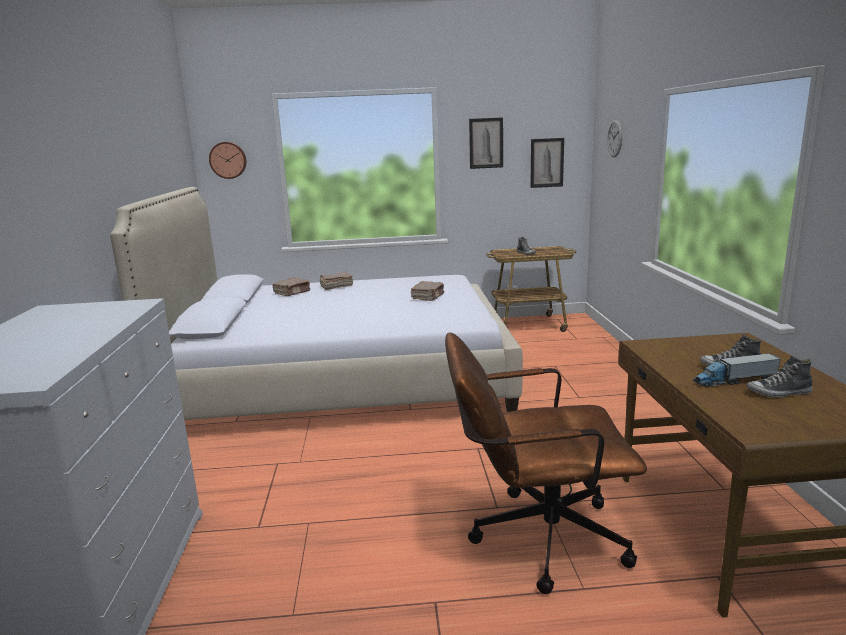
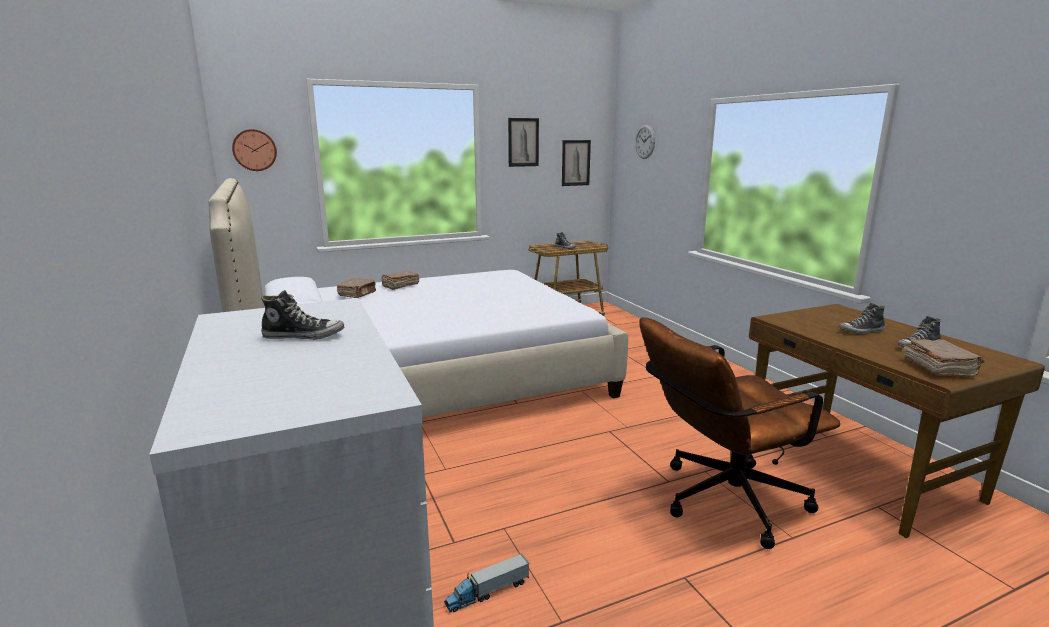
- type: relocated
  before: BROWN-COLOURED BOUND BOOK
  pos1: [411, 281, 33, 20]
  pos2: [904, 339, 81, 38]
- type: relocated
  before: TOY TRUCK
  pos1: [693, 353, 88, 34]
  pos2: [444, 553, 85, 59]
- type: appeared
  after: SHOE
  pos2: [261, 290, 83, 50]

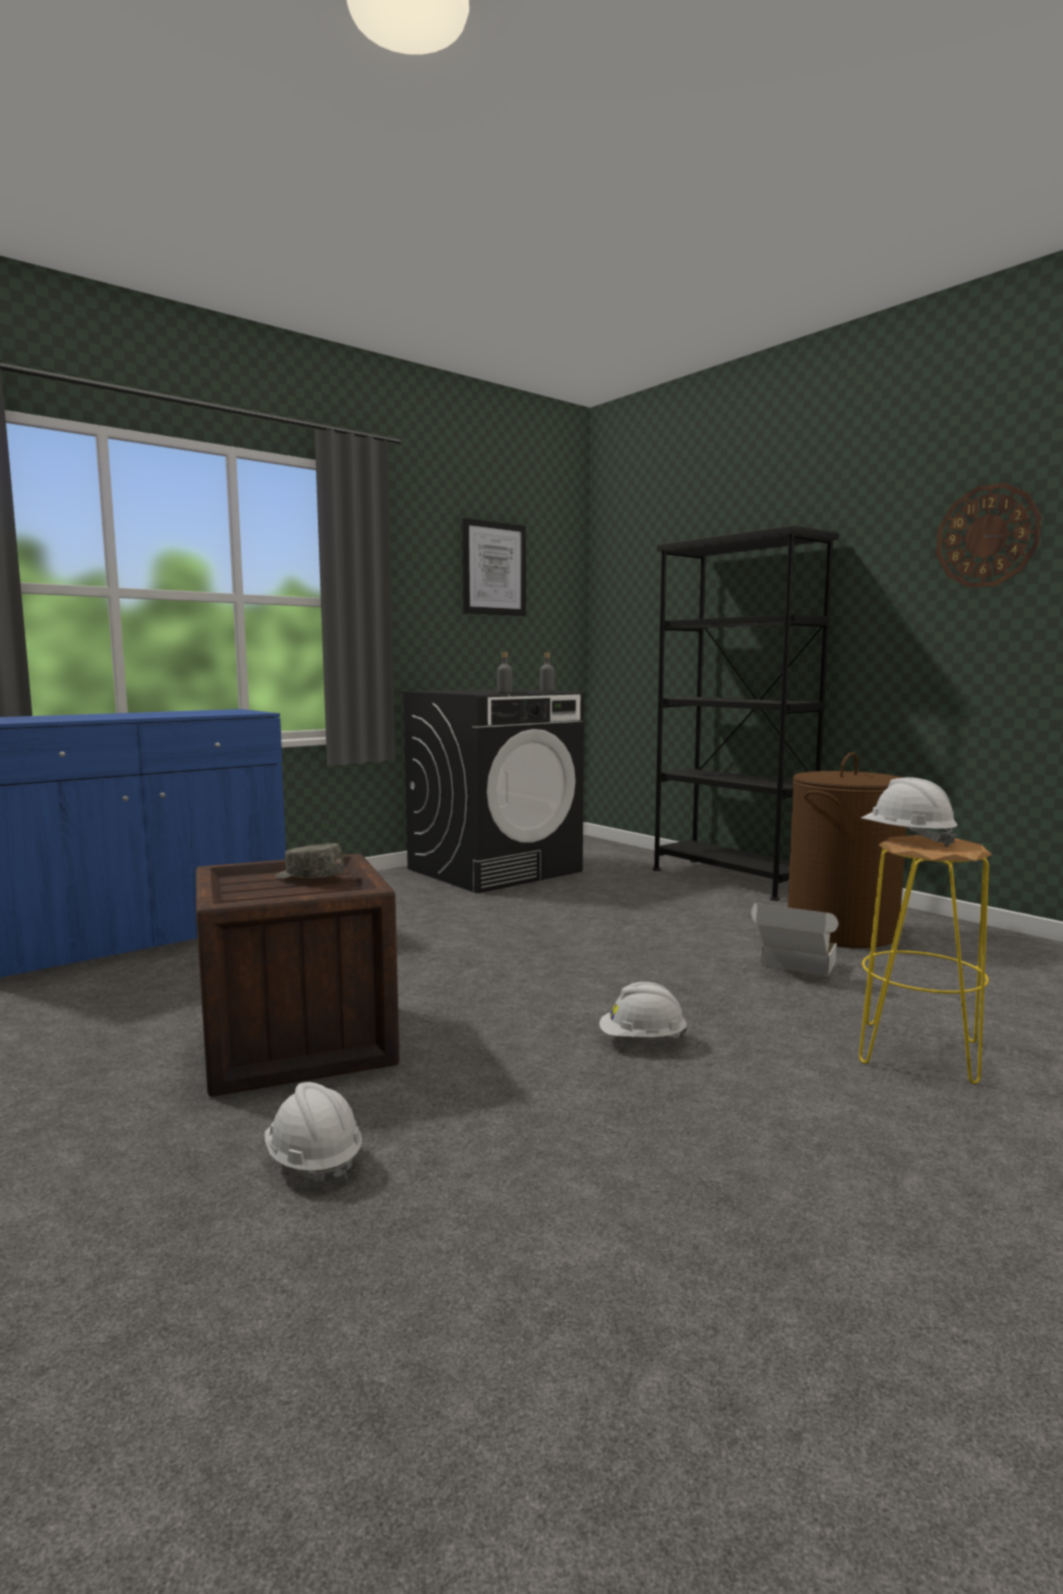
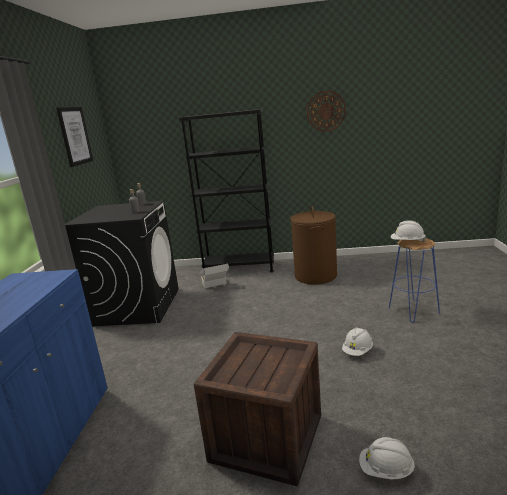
- type: colour
  before: YELLOWISH SITTING STOOL
  after: BLUISH SITTING STOOL
  pos1: [859, 835, 133, 249]
  pos2: [389, 238, 51, 84]
- type: missing
  before: GREYISH PEAKED CAP
  pos1: [275, 843, 70, 36]
- type: relocated
  before: PACKING BOX
  pos1: [751, 903, 87, 74]
  pos2: [200, 263, 29, 25]

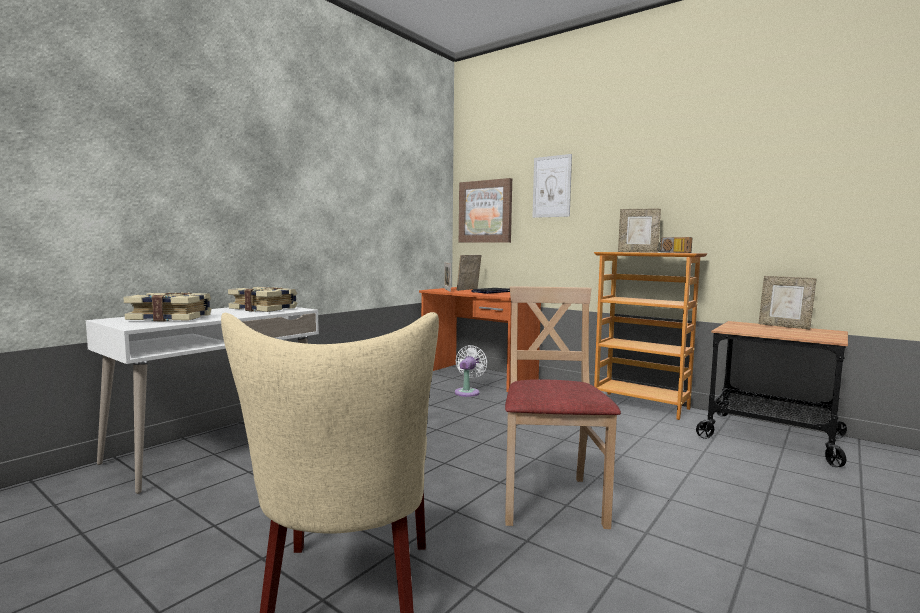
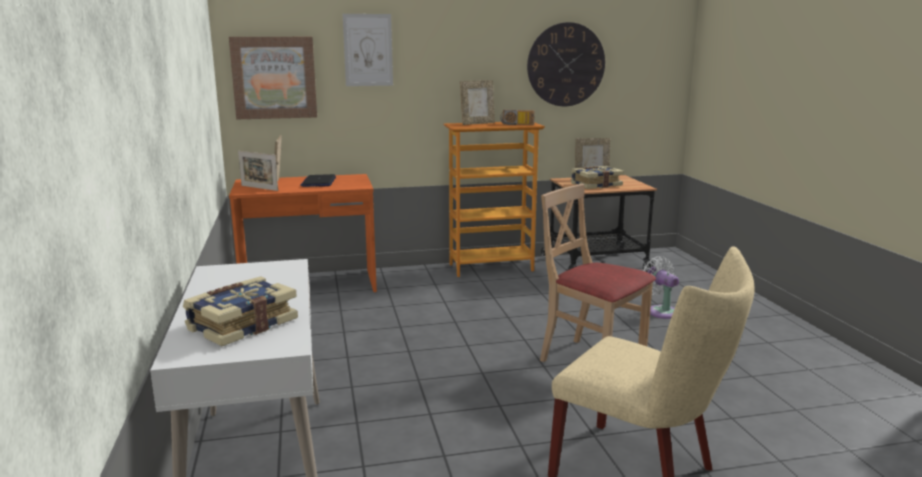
- type: relocated
  before: BOUND BOOK
  pos1: [228, 287, 69, 25]
  pos2: [571, 166, 53, 23]
- type: relocated
  before: WHITISH ELECTRIC FAN
  pos1: [455, 345, 32, 52]
  pos2: [643, 256, 36, 63]
- type: appeared
  after: HANGING CLOCK
  pos2: [527, 22, 78, 84]

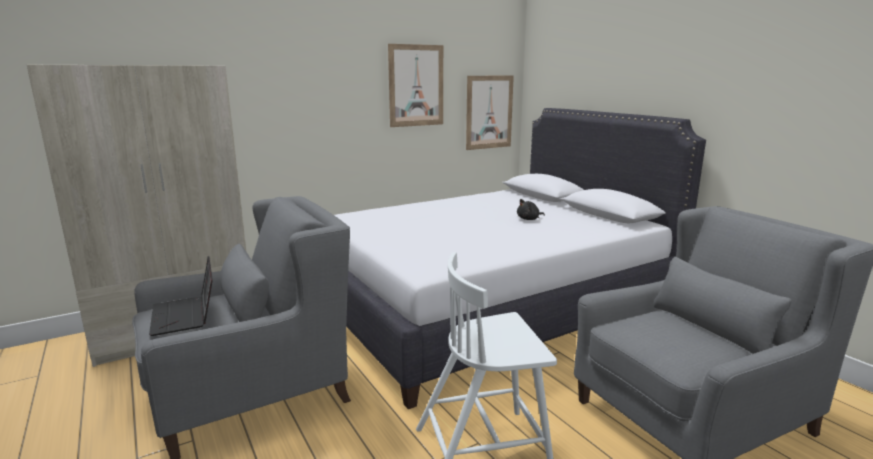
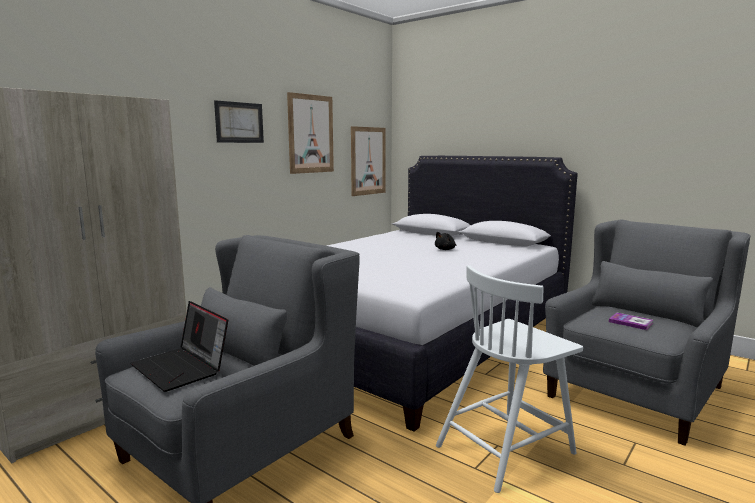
- type: appeared
  after: PICTURE
  pos2: [214, 100, 50, 43]
- type: appeared
  after: BOUND BOOK
  pos2: [609, 313, 44, 17]

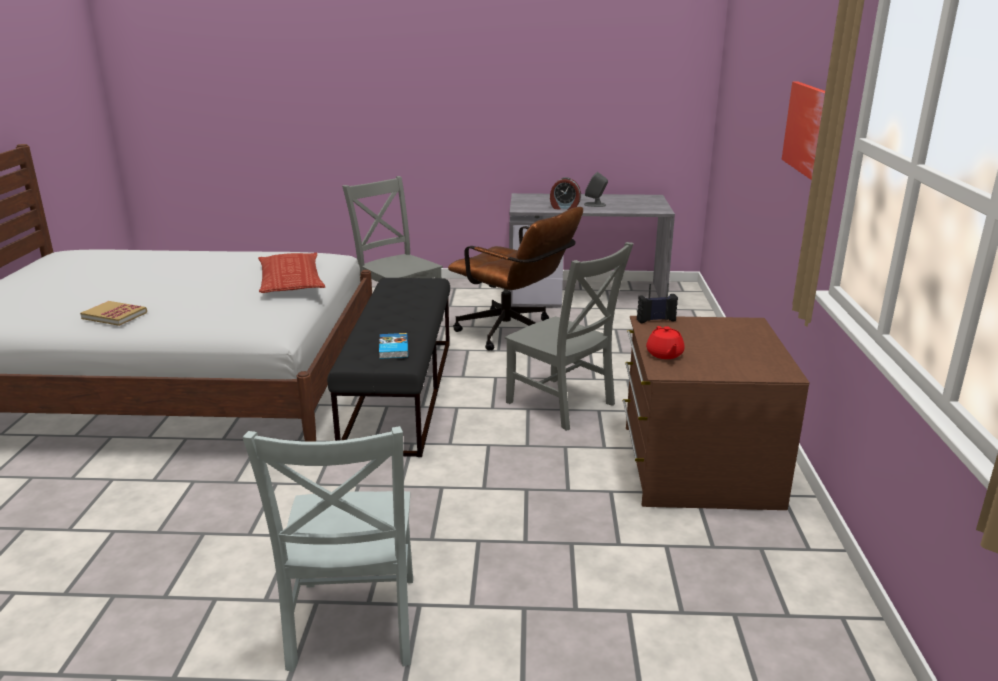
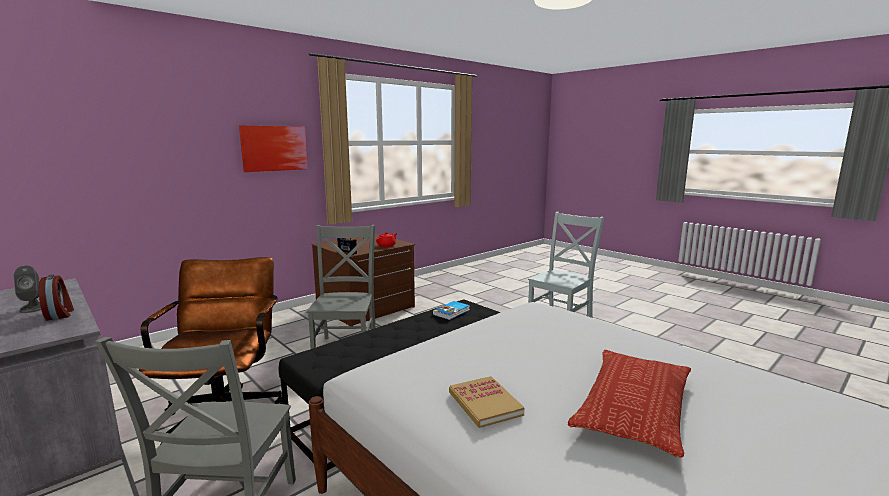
- type: relocated
  before: PILLOW
  pos1: [258, 253, 67, 40]
  pos2: [568, 350, 123, 108]
- type: relocated
  before: BOUND BOOK
  pos1: [80, 301, 67, 25]
  pos2: [449, 376, 76, 52]

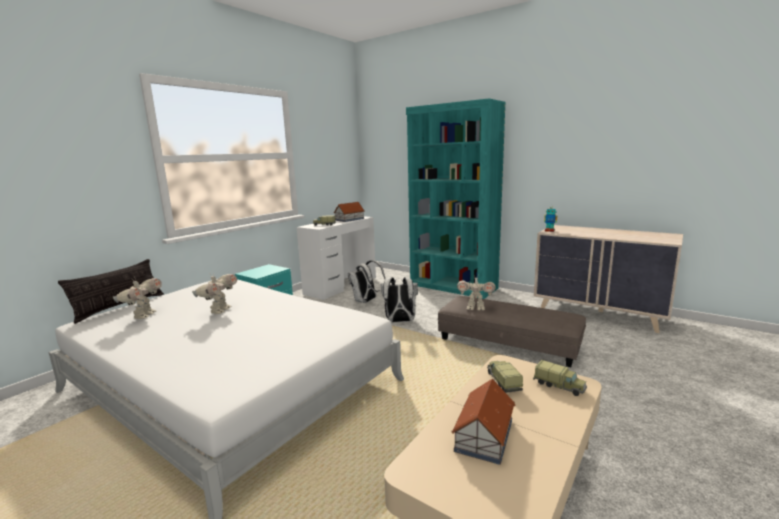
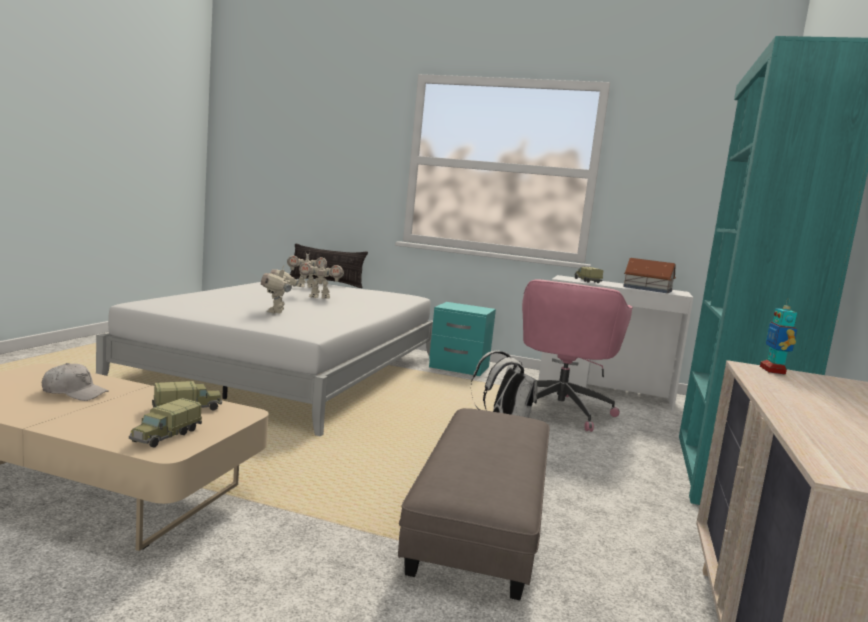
- type: exchanged
  before: WHITISH KNAPSACK
  after: PINK-COLOURED COMPUTER CHAIR
  pos1: [348, 260, 37, 43]
  pos2: [522, 279, 111, 153]
- type: relocated
  before: TOY ROBOT
  pos1: [457, 274, 38, 36]
  pos2: [261, 266, 37, 48]
- type: exchanged
  before: TOY HOUSE
  after: WHITISH PEAKED CAP
  pos1: [451, 379, 64, 86]
  pos2: [42, 363, 67, 38]

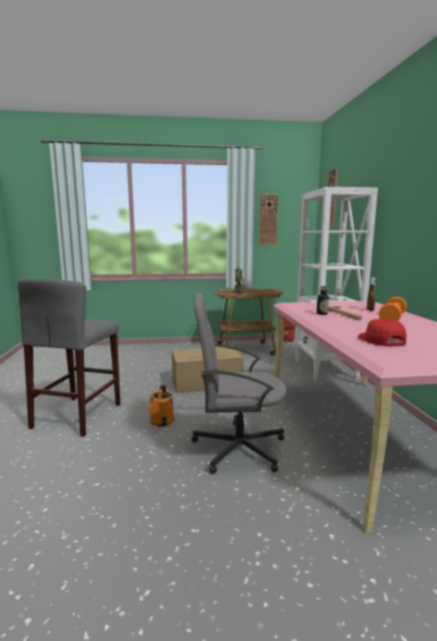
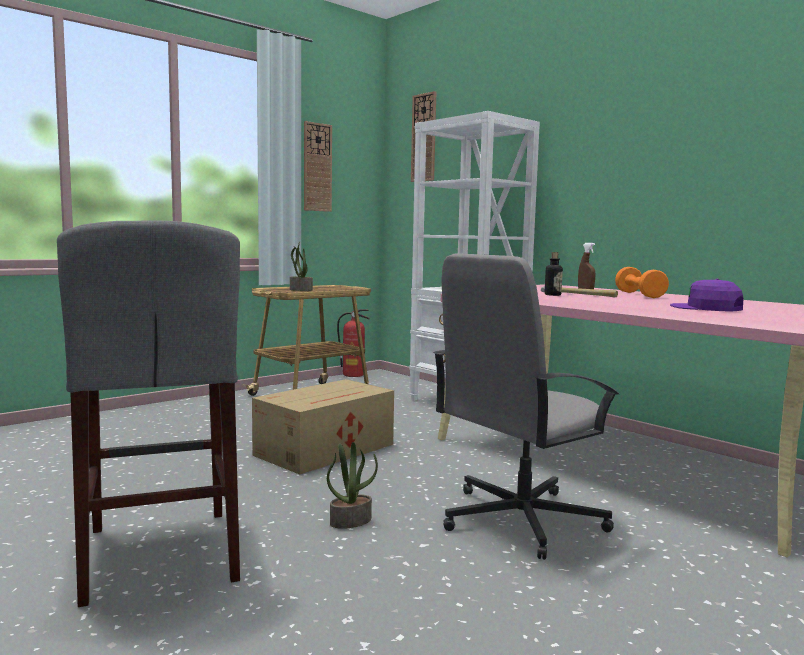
- type: colour
  before: RED-COLOURED PEAKED CAP
  after: PURPLISH PEAKED CAP
  pos1: [358, 319, 48, 27]
  pos2: [670, 279, 74, 32]
- type: exchanged
  before: ORANGEY WATERING POT
  after: PLANT IN A POT
  pos1: [148, 385, 26, 42]
  pos2: [327, 442, 51, 87]

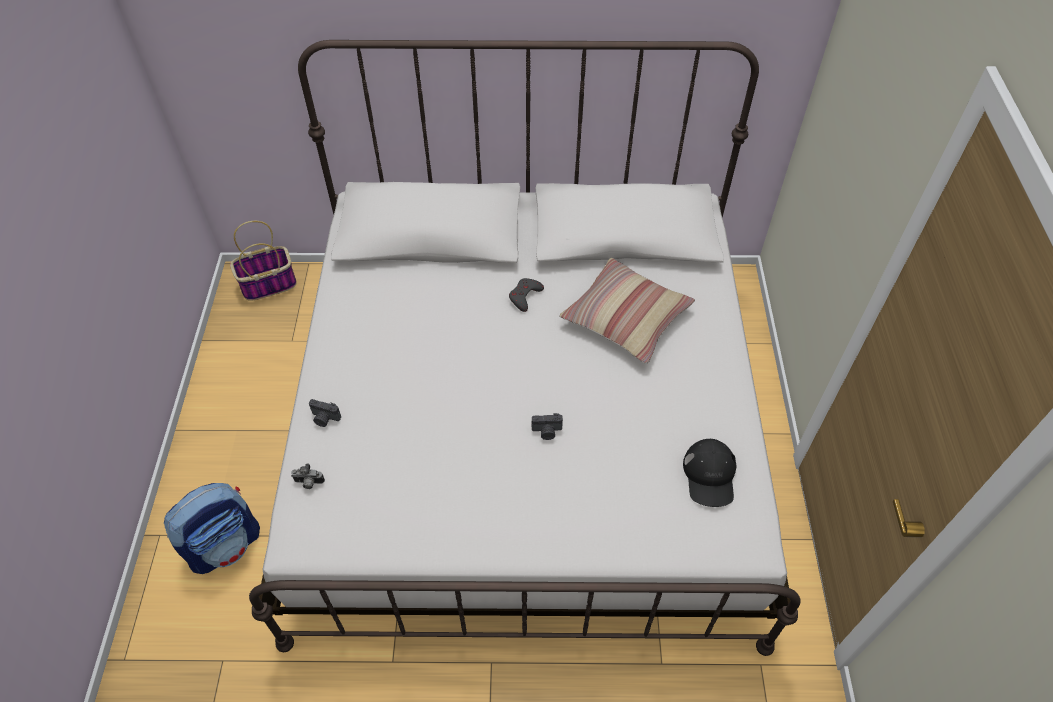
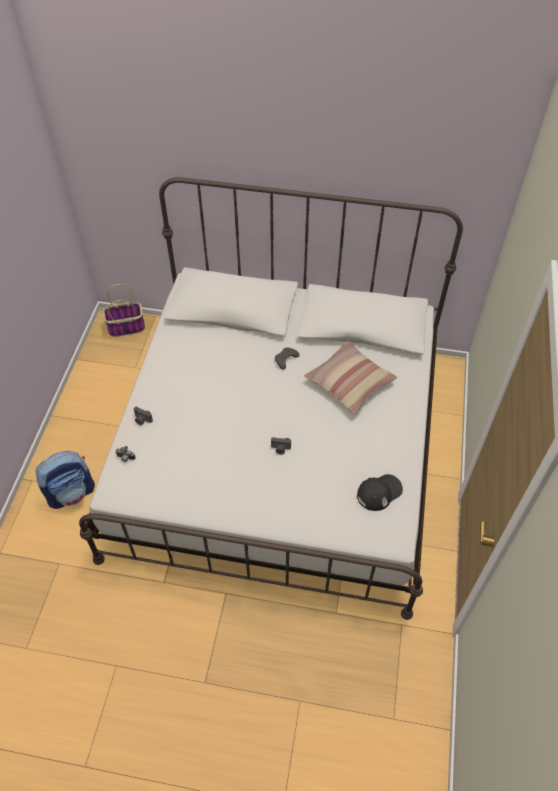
- type: spun
  before: BLACK-COLOURED PEAKED CAP
  pos1: [683, 439, 54, 68]
  pos2: [357, 474, 46, 37]
  turn: -135

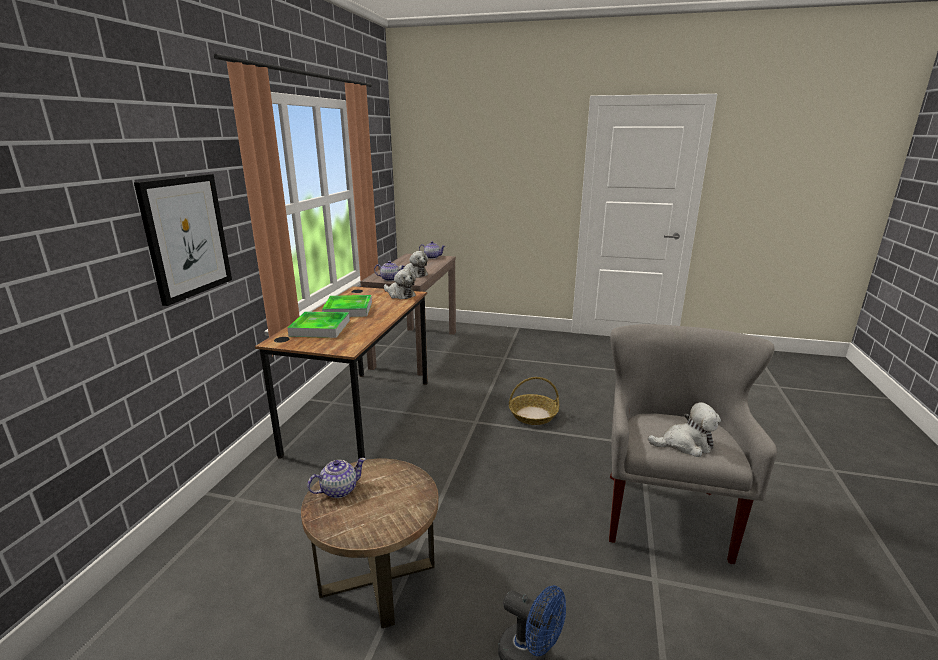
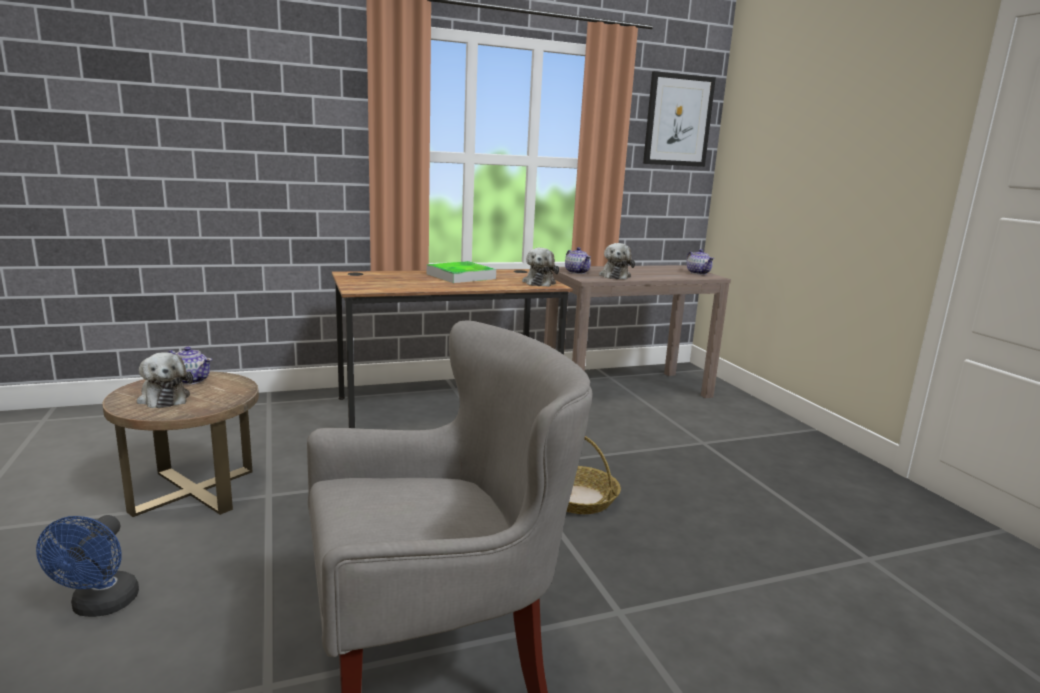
- type: relocated
  before: PICTURE
  pos1: [134, 174, 98, 132]
  pos2: [643, 71, 73, 96]
- type: missing
  before: TRAY
  pos1: [287, 312, 63, 26]
- type: relocated
  before: PLUSH TOY
  pos1: [648, 402, 73, 55]
  pos2: [137, 353, 56, 55]

